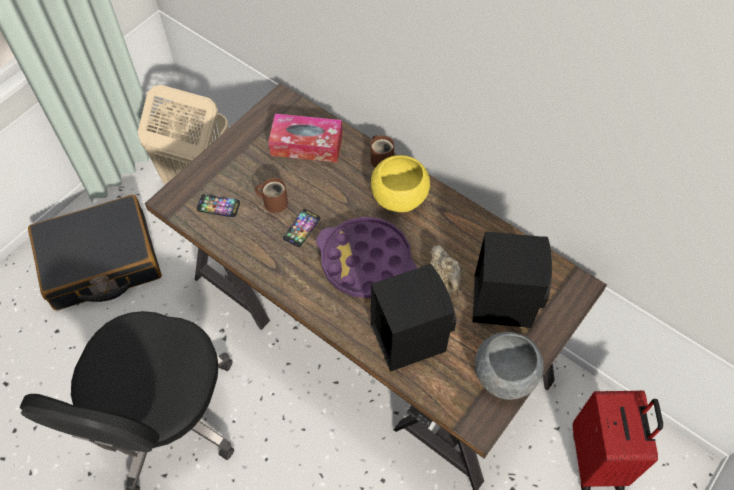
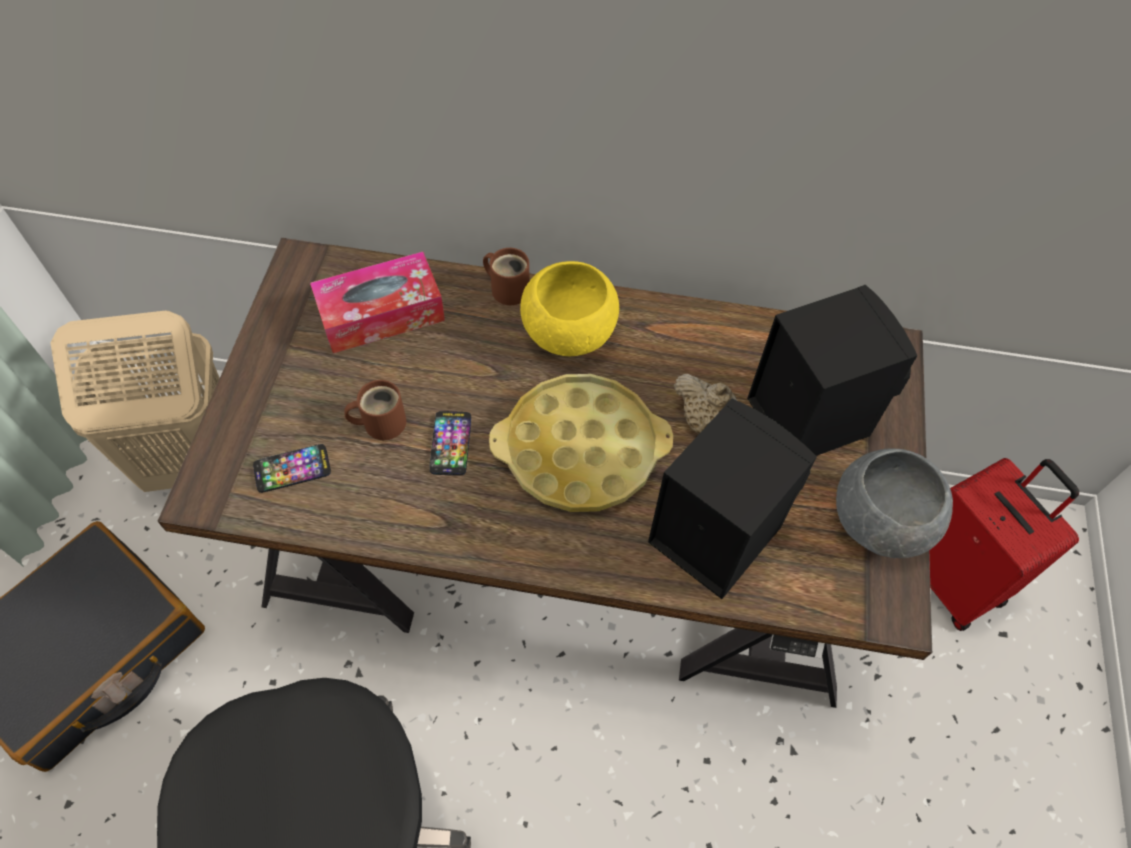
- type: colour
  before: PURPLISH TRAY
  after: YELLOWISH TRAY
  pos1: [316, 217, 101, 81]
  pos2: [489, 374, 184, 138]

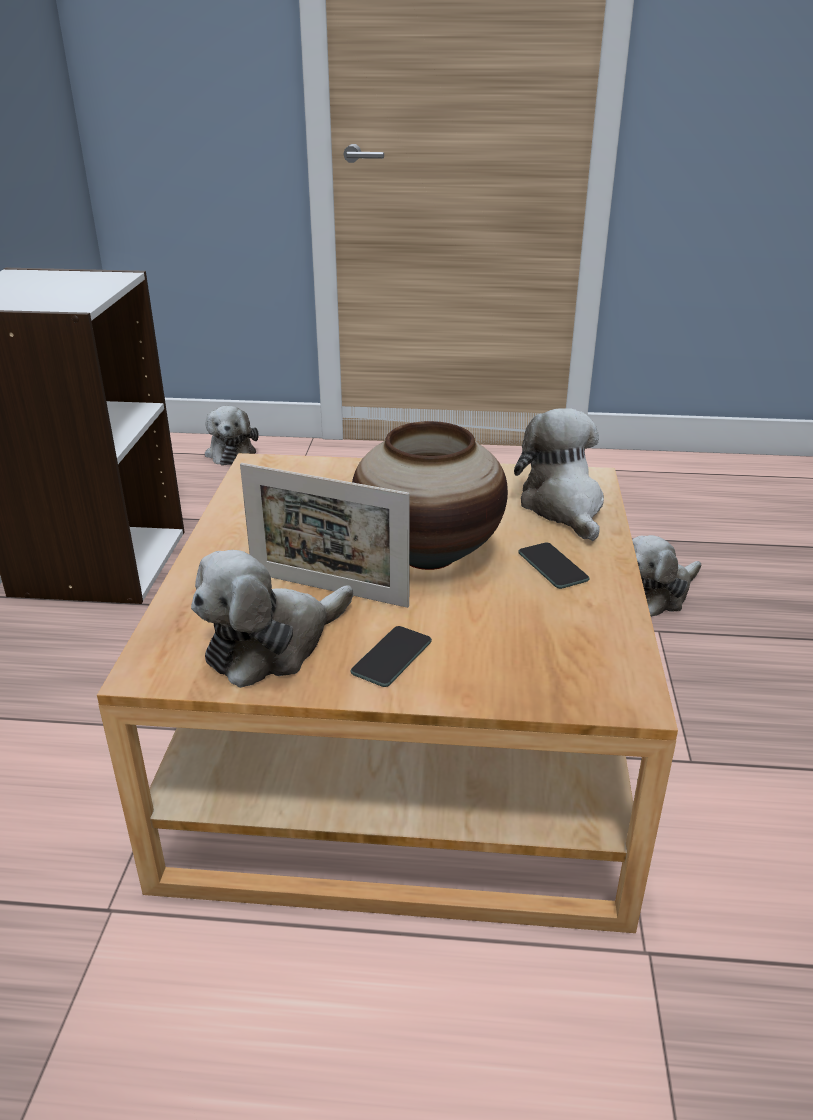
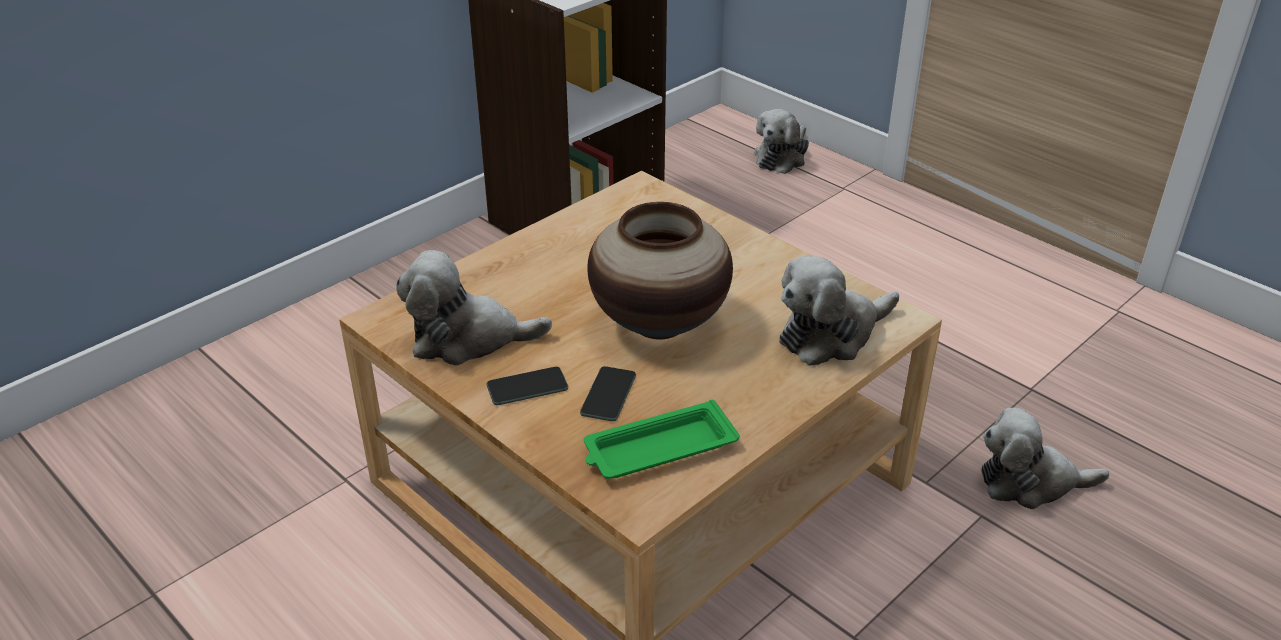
- type: spun
  before: PLUSH TOY
  pos1: [514, 408, 90, 133]
  pos2: [779, 256, 120, 110]
  turn: -150
- type: missing
  before: STANDING FRAME
  pos1: [240, 463, 170, 145]
- type: relocated
  before: TELEPHONE
  pos1: [518, 542, 71, 47]
  pos2: [580, 366, 56, 55]
- type: appeared
  after: GREENISH TRAY
  pos2: [584, 400, 156, 79]

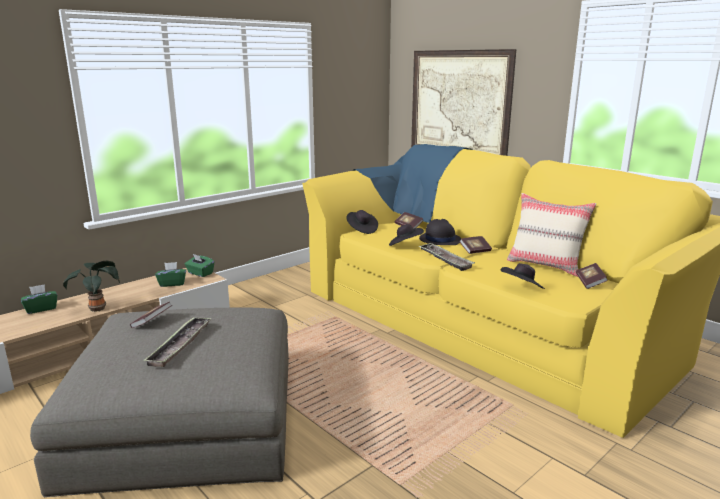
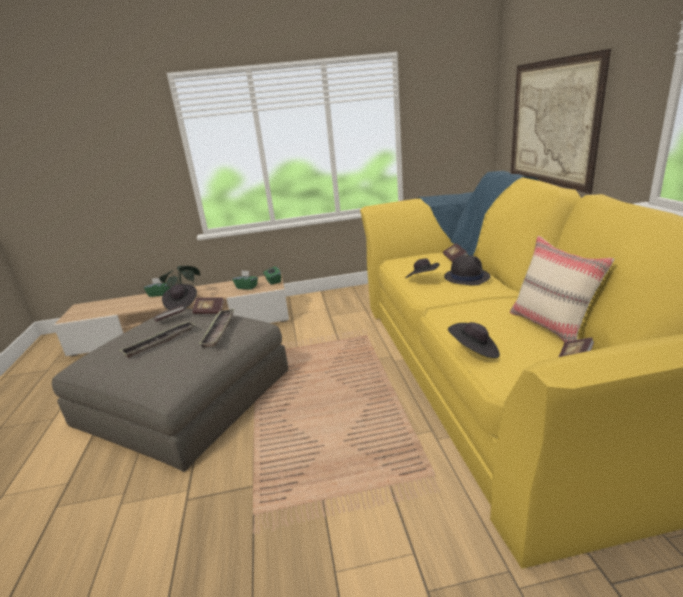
- type: relocated
  before: BLACK-COLOURED HAT
  pos1: [346, 210, 32, 24]
  pos2: [162, 284, 35, 26]
- type: relocated
  before: BOUND BOOK
  pos1: [459, 236, 33, 18]
  pos2: [192, 298, 32, 16]
- type: relocated
  before: TRAY
  pos1: [418, 243, 57, 28]
  pos2: [199, 309, 36, 39]

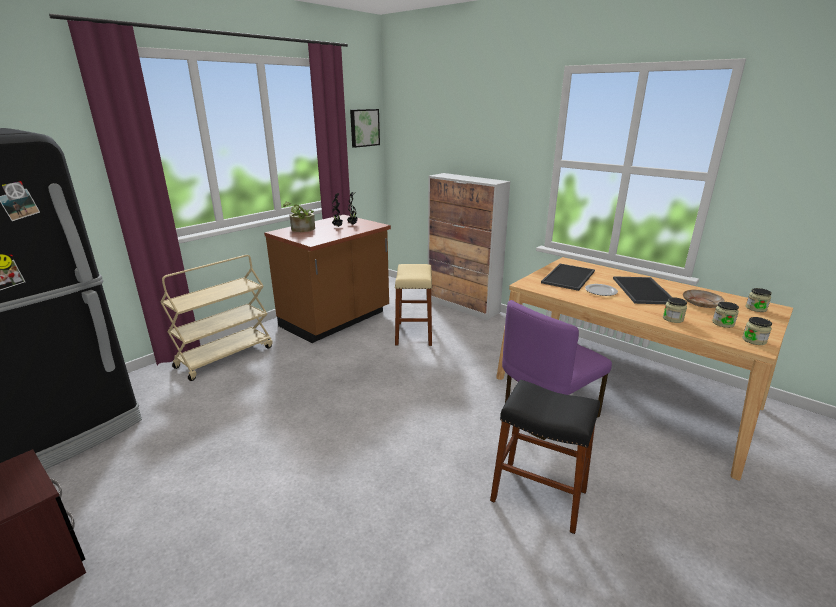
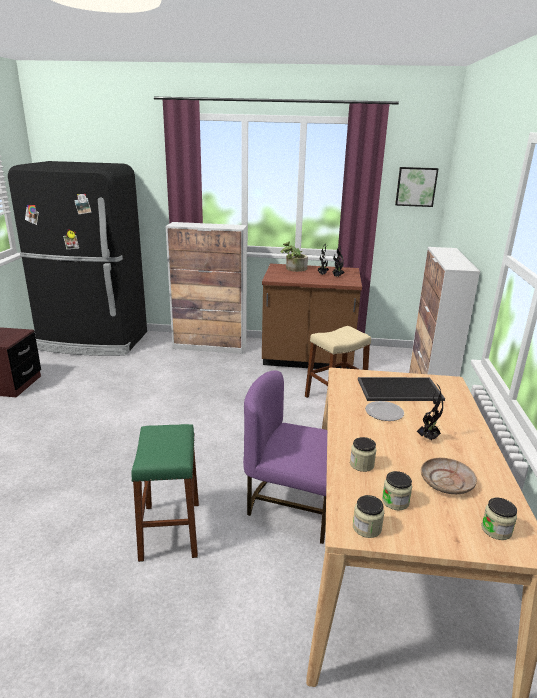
- type: exchanged
  before: BEIGE CART
  after: CUPBOARD
  pos1: [160, 255, 113, 126]
  pos2: [165, 222, 82, 132]
- type: exchanged
  before: TRAY
  after: PLANT IN A POT
  pos1: [613, 276, 59, 28]
  pos2: [417, 383, 26, 57]
- type: colour
  before: BLACK-COLOURED SITTING STOOL
  after: GREENISH SITTING STOOL
  pos1: [490, 380, 110, 154]
  pos2: [131, 424, 68, 138]

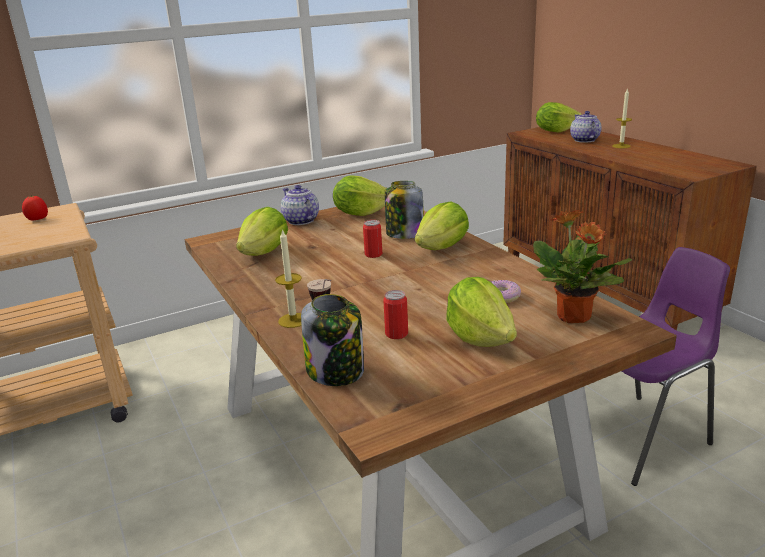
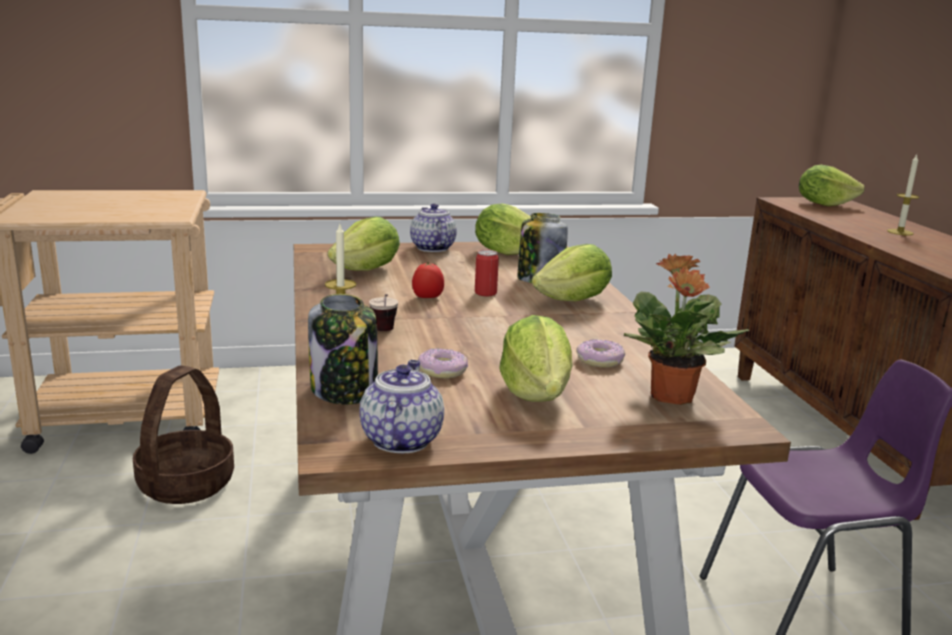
- type: relocated
  before: POT FOR TEA
  pos1: [570, 111, 31, 32]
  pos2: [360, 360, 84, 93]
- type: relocated
  before: FRESH TOMATO
  pos1: [22, 195, 26, 25]
  pos2: [412, 262, 32, 36]
- type: exchanged
  before: CAN
  after: DONUT
  pos1: [384, 290, 24, 49]
  pos2: [418, 348, 50, 31]
- type: appeared
  after: STORAGE BASKET
  pos2: [133, 366, 101, 138]

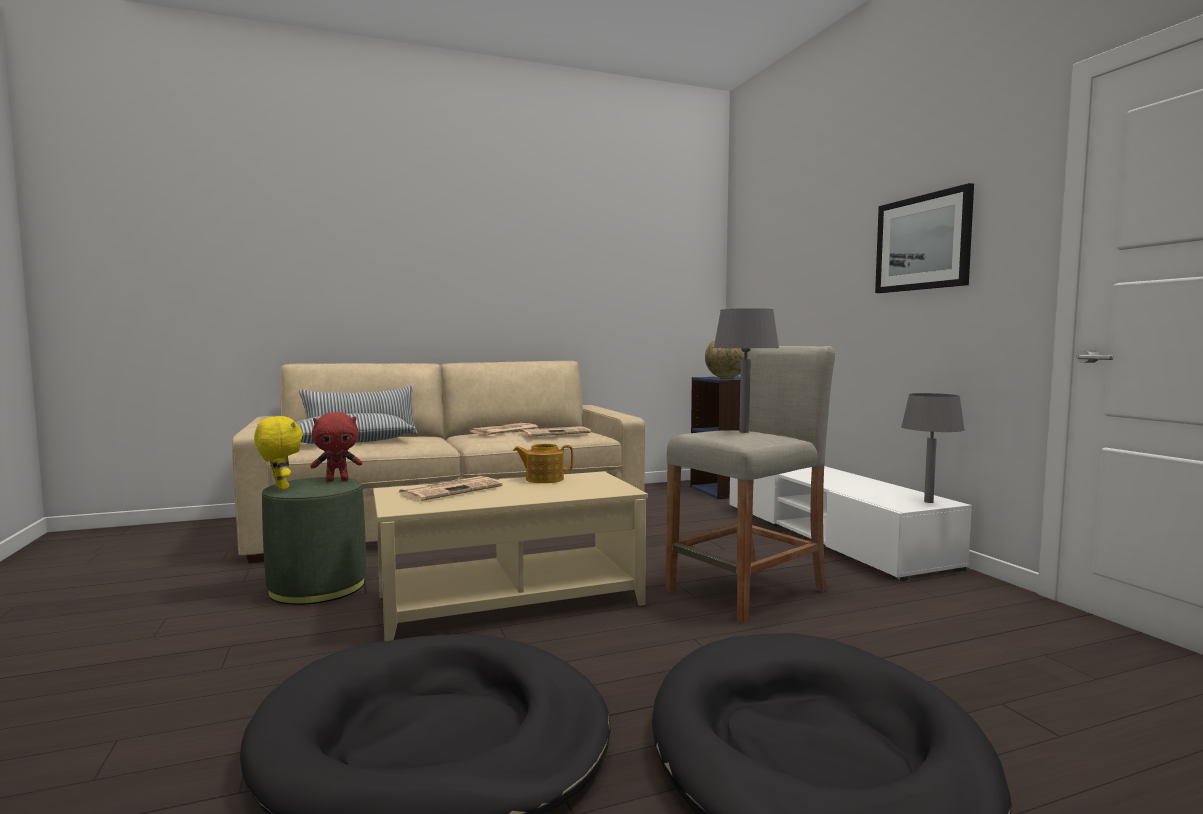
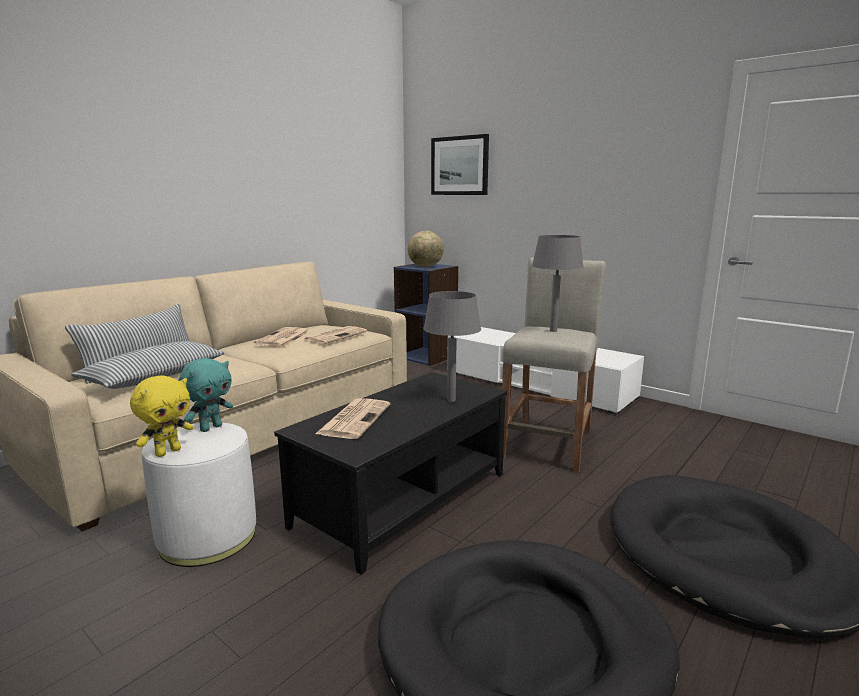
- type: relocated
  before: PICTURE
  pos1: [875, 183, 99, 110]
  pos2: [431, 134, 58, 61]
- type: relocated
  before: GREYISH LAMP FOR A TABLE
  pos1: [901, 393, 64, 110]
  pos2: [423, 291, 58, 111]
- type: colour
  before: RED-COLOURED PLUSH TOY
  after: BLUE-GREEN PLUSH TOY
  pos1: [310, 412, 52, 70]
  pos2: [178, 358, 55, 74]
- type: spun
  before: YELLOWISH PLUSH TOY
  pos1: [254, 416, 49, 74]
  pos2: [130, 375, 63, 82]
  turn: 105
- type: missing
  before: POT FOR TEA
  pos1: [513, 444, 60, 39]
- type: colour
  before: BEIGE LOW TABLE
  after: BLACK-COLOURED LOW TABLE
  pos1: [373, 471, 275, 170]
  pos2: [274, 372, 233, 203]
- type: colour
  before: GREENISH FOOTREST
  after: WHITISH FOOTREST
  pos1: [262, 477, 104, 128]
  pos2: [142, 422, 114, 145]

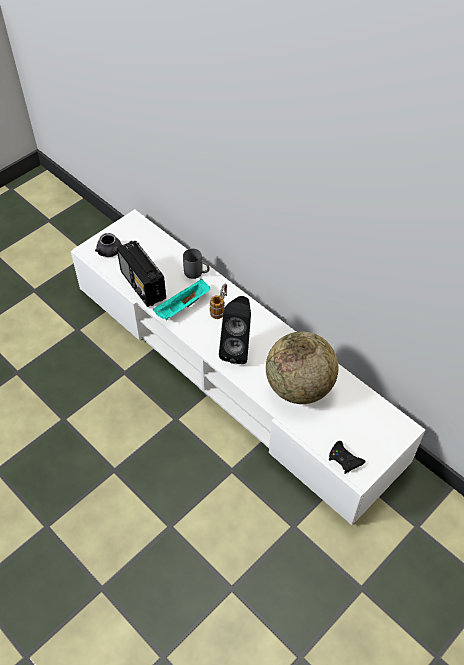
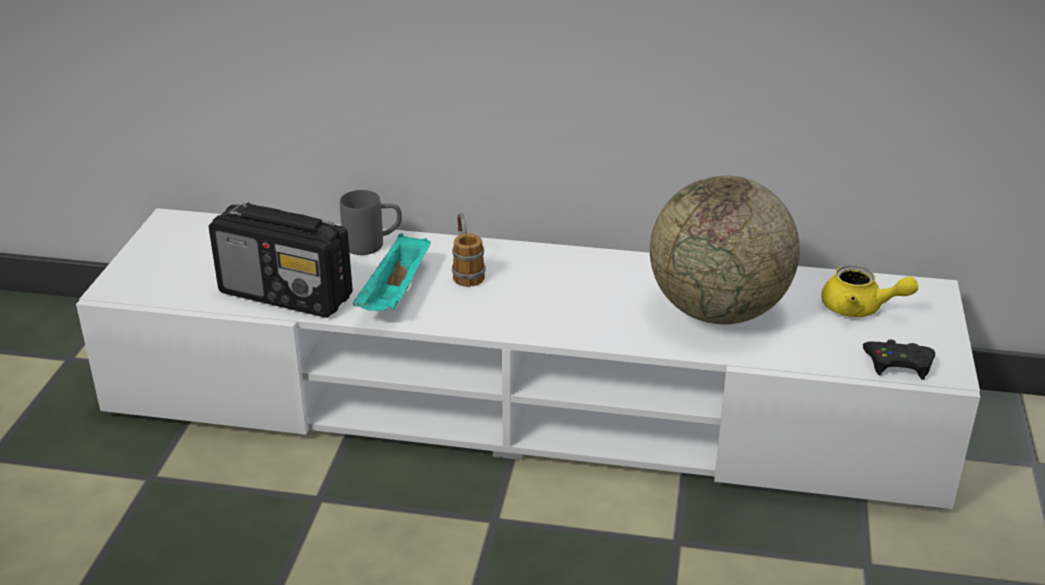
- type: missing
  before: GREYISH POT FOR TEA
  pos1: [95, 233, 27, 24]
- type: missing
  before: BLACK-COLOURED AUDIO SPEAKER
  pos1: [219, 296, 32, 68]
- type: appeared
  after: YELLOWISH POT FOR TEA
  pos2: [821, 265, 97, 52]

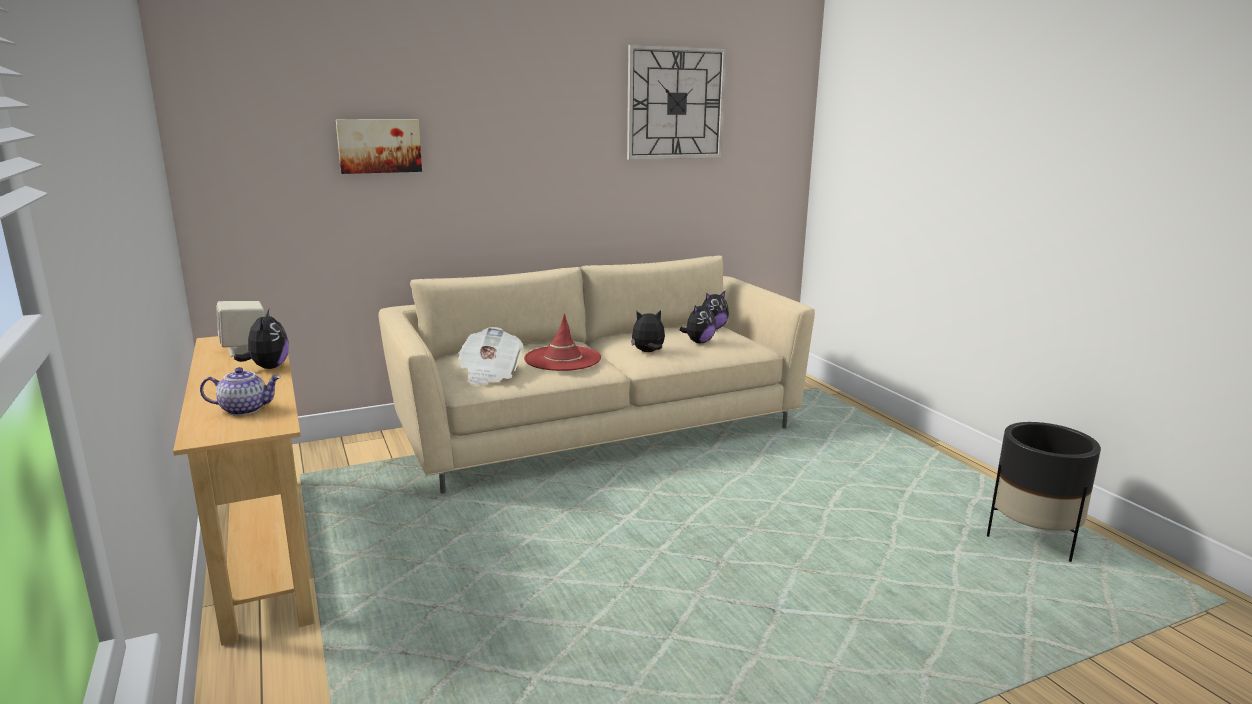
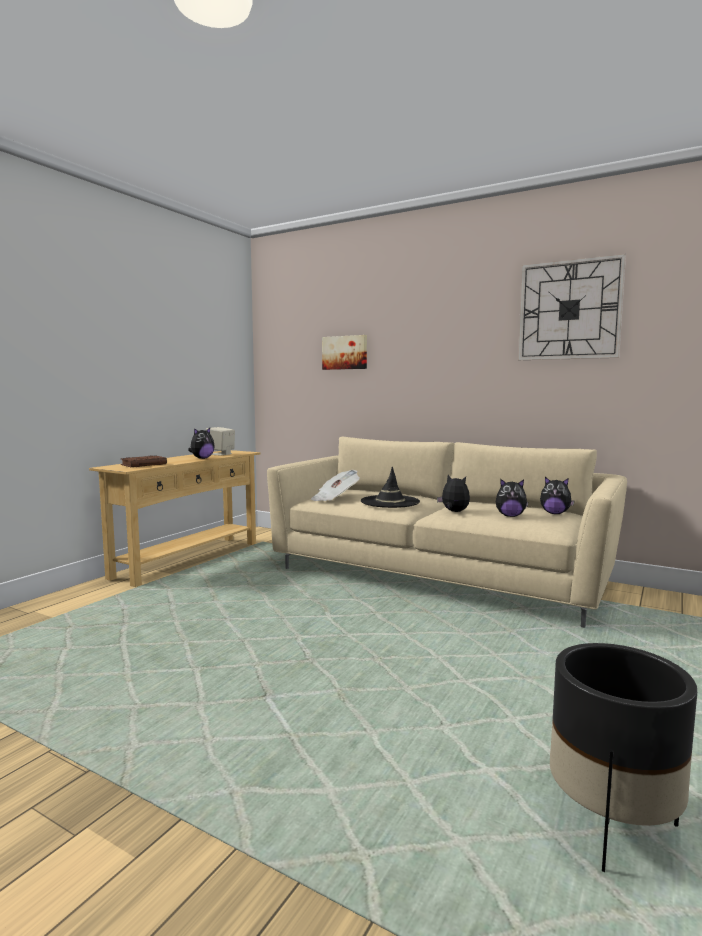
- type: colour
  before: RED-COLOURED HAT
  after: BLACK-COLOURED HAT
  pos1: [524, 314, 77, 57]
  pos2: [361, 466, 59, 42]
- type: exchanged
  before: POT FOR TEA
  after: BROWN-COLOURED BOUND BOOK
  pos1: [200, 367, 81, 49]
  pos2: [121, 456, 46, 11]

